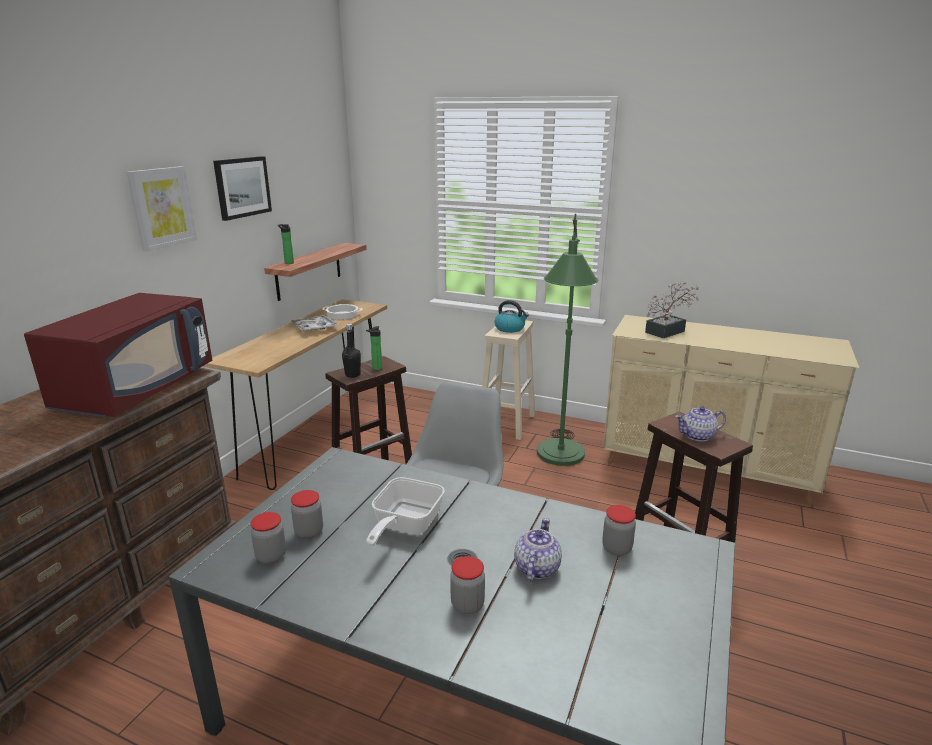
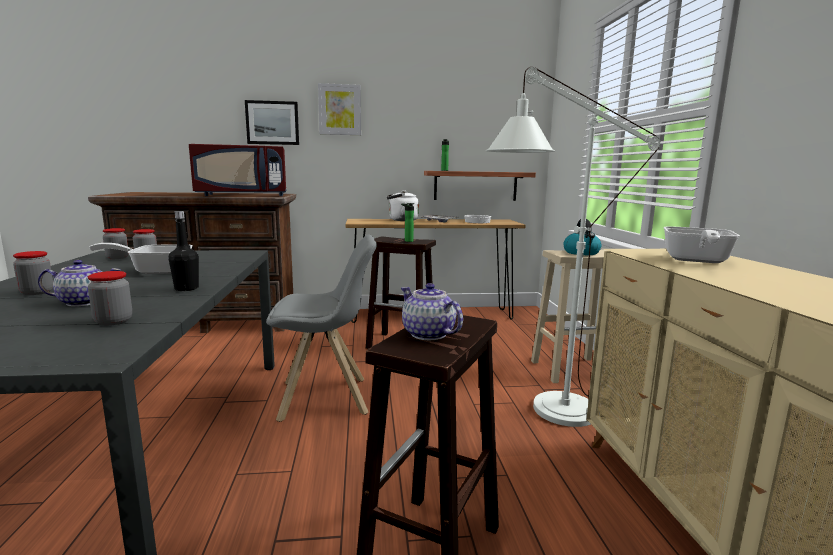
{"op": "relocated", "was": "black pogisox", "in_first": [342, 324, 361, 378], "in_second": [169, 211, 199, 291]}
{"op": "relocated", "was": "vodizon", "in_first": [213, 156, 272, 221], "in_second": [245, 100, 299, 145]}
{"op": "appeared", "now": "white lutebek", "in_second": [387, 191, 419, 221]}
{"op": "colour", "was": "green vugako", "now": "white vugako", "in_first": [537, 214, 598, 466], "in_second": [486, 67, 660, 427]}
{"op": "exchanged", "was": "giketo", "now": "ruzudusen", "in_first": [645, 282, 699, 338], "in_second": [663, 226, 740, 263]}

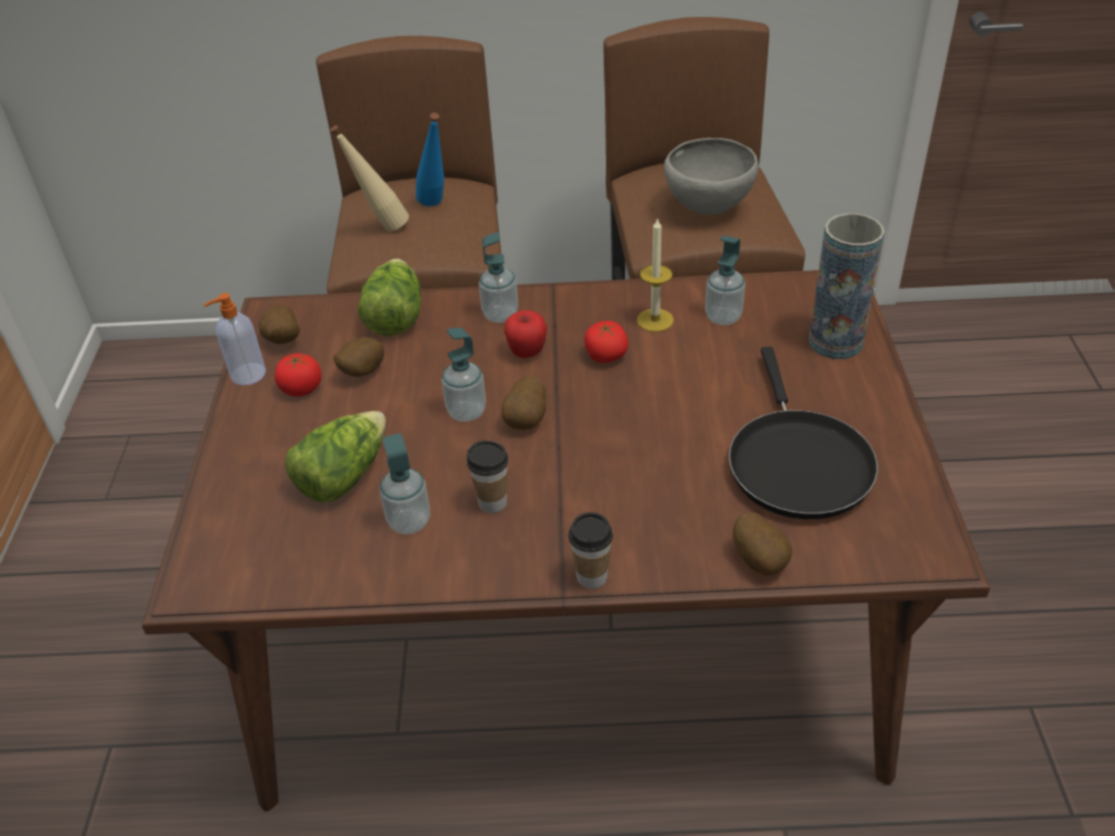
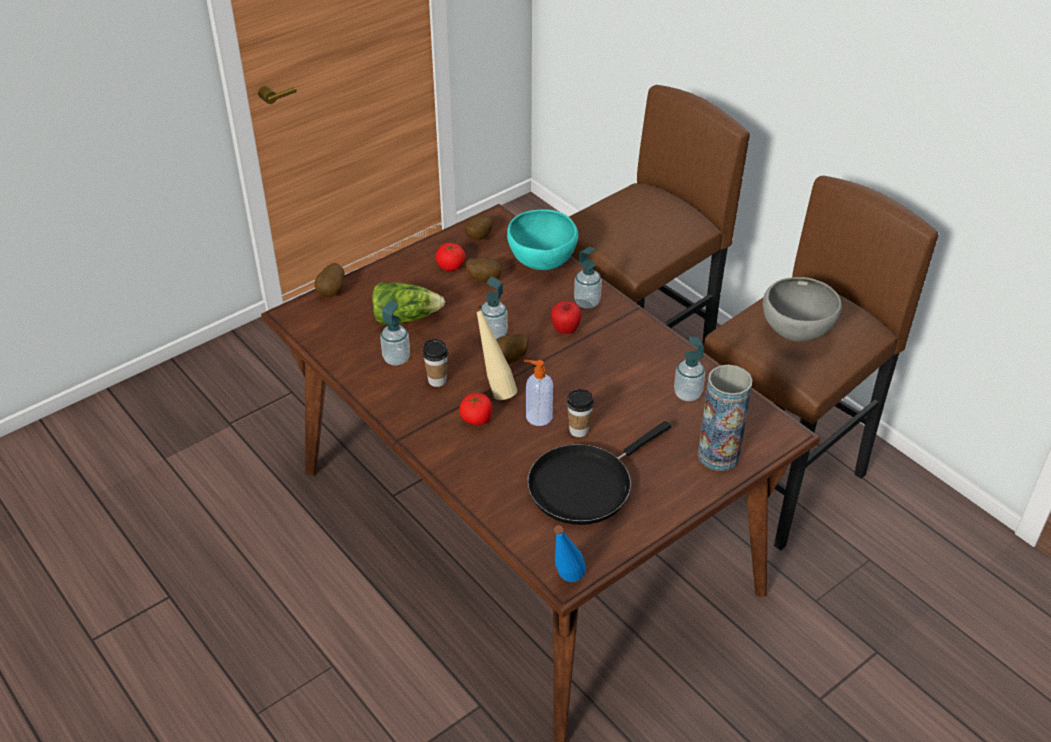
{"op": "relocated", "was": "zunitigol", "in_first": [733, 512, 792, 576], "in_second": [315, 263, 345, 297]}
{"op": "relocated", "was": "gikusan", "in_first": [584, 321, 628, 363], "in_second": [459, 393, 493, 425]}
{"op": "relocated", "was": "beige pogisox", "in_first": [330, 125, 409, 231], "in_second": [473, 303, 517, 400]}
{"op": "exchanged", "was": "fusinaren", "now": "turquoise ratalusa", "in_first": [358, 258, 421, 336], "in_second": [507, 209, 578, 270]}
{"op": "relocated", "was": "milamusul", "in_first": [204, 293, 266, 385], "in_second": [524, 360, 553, 426]}
{"op": "relocated", "was": "blue pogisox", "in_first": [416, 113, 444, 206], "in_second": [554, 525, 586, 582]}
{"op": "relocated", "was": "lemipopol", "in_first": [568, 512, 613, 589], "in_second": [566, 389, 594, 437]}
{"op": "missing", "was": "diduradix", "in_first": [637, 217, 674, 332]}

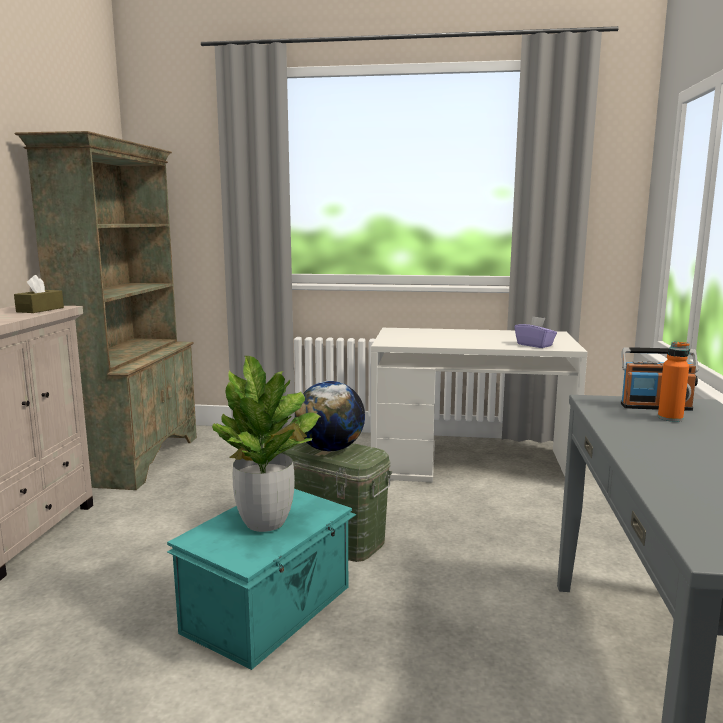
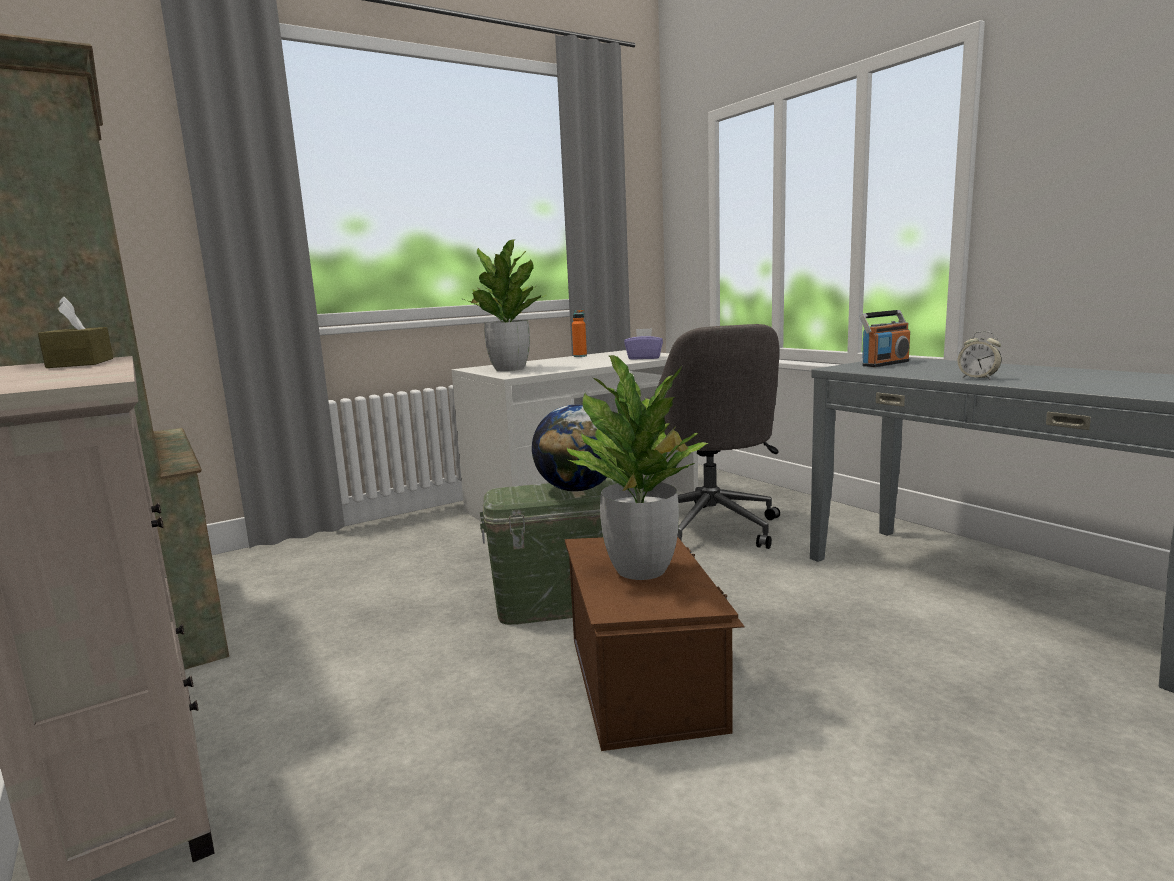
{"op": "appeared", "now": "giketo", "in_second": [463, 239, 546, 371]}
{"op": "colour", "was": "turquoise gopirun", "now": "brown gopirun", "in_first": [167, 489, 356, 670], "in_second": [565, 536, 745, 751]}
{"op": "relocated", "was": "orange pogisox", "in_first": [658, 342, 690, 422], "in_second": [572, 310, 587, 357]}
{"op": "appeared", "now": "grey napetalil", "in_second": [644, 324, 780, 549]}
{"op": "appeared", "now": "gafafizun", "in_second": [958, 331, 1001, 379]}

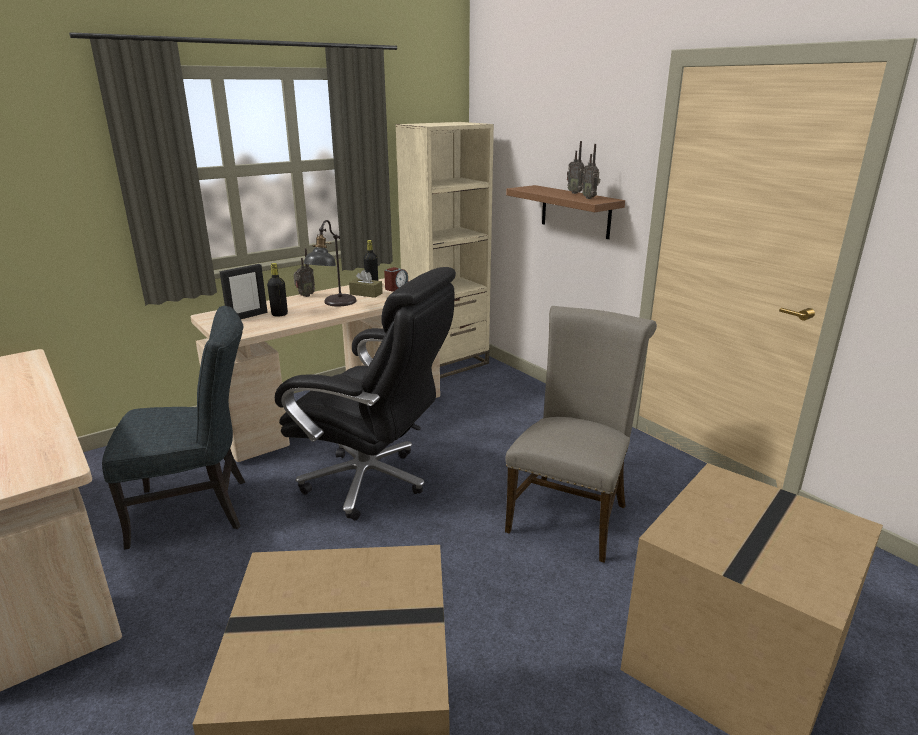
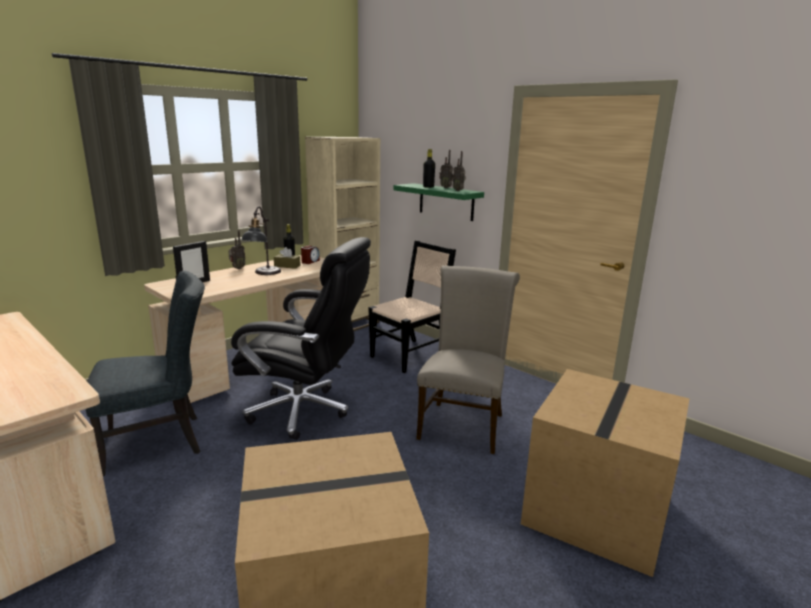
{"op": "appeared", "now": "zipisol", "in_second": [368, 240, 456, 373]}
{"op": "colour", "was": "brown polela", "now": "green polela", "in_first": [506, 185, 625, 239], "in_second": [393, 183, 484, 221]}
{"op": "relocated", "was": "black pogisox", "in_first": [267, 263, 288, 317], "in_second": [423, 149, 435, 188]}

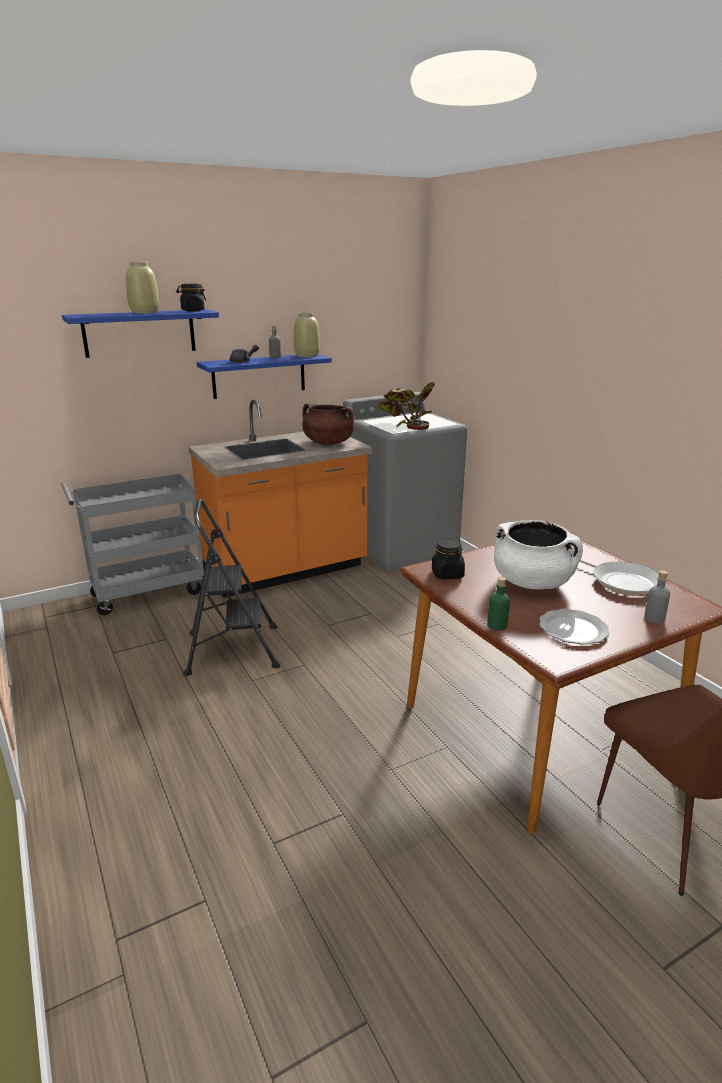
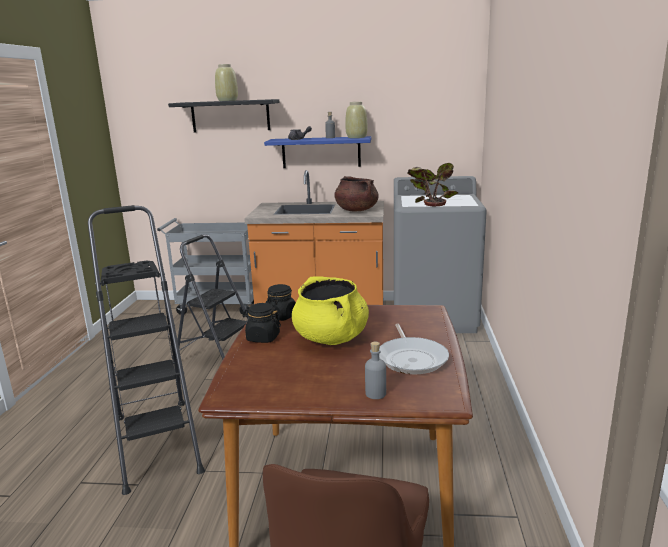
{"op": "appeared", "now": "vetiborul", "in_second": [88, 205, 205, 495]}
{"op": "colour", "was": "blue polela", "now": "black polela", "in_first": [62, 309, 219, 358], "in_second": [168, 99, 280, 132]}
{"op": "relocated", "was": "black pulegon", "in_first": [176, 284, 206, 311], "in_second": [242, 303, 281, 343]}
{"op": "colour", "was": "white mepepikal", "now": "yellow mepepikal", "in_first": [494, 520, 583, 589], "in_second": [292, 276, 369, 345]}
{"op": "missing", "was": "green pogisox", "in_first": [487, 577, 510, 630]}
{"op": "missing", "was": "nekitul", "in_first": [539, 609, 610, 645]}

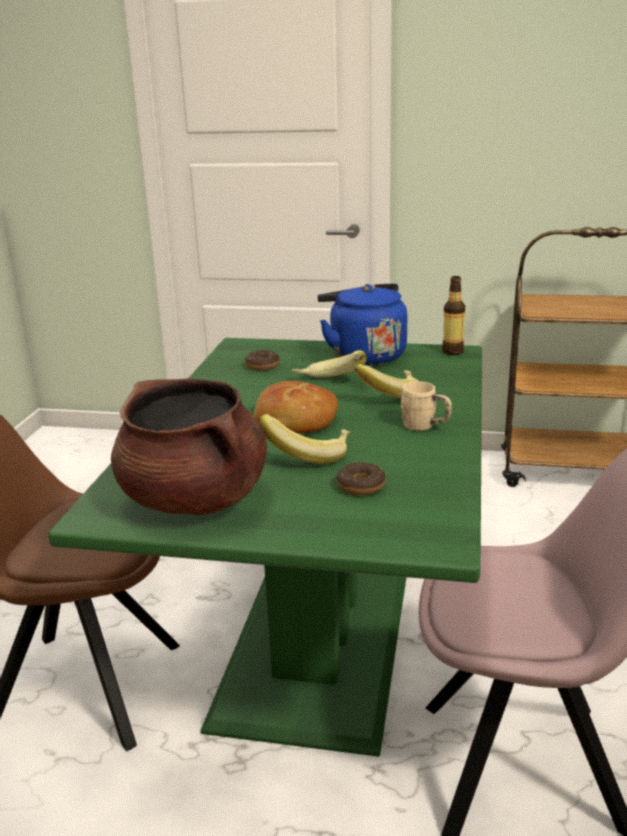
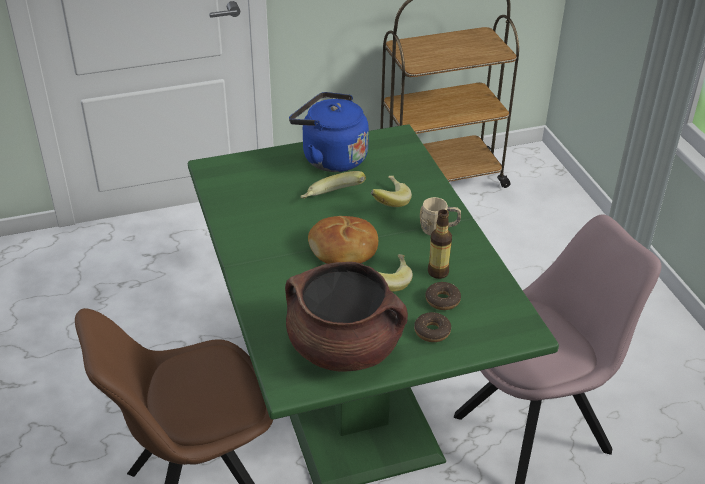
{"op": "relocated", "was": "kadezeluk", "in_first": [245, 350, 280, 370], "in_second": [414, 312, 451, 342]}
{"op": "relocated", "was": "pogisox", "in_first": [442, 276, 465, 355], "in_second": [428, 209, 452, 279]}

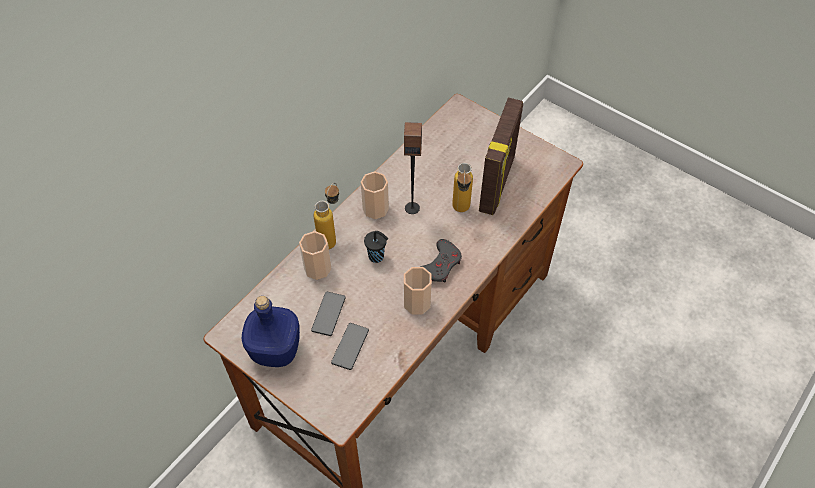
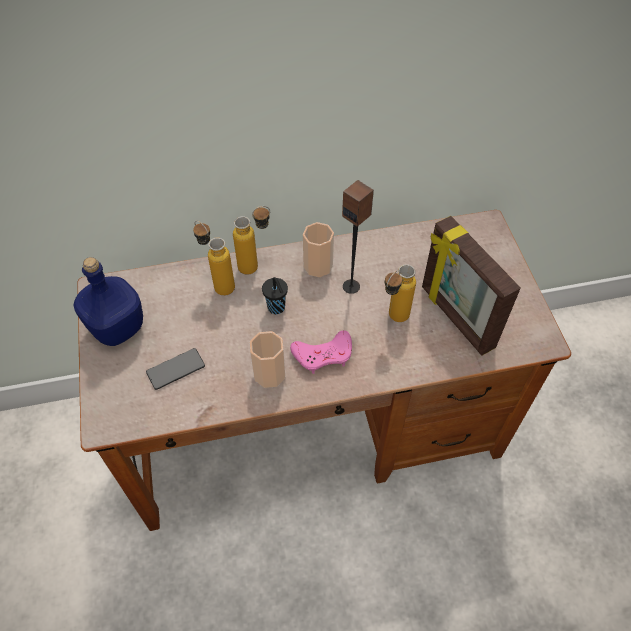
{"op": "exchanged", "was": "lemipopol", "now": "pogisox", "in_first": [299, 231, 332, 280], "in_second": [193, 221, 235, 296]}
{"op": "colour", "was": "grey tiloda", "now": "pink tiloda", "in_first": [420, 239, 462, 283], "in_second": [290, 330, 352, 374]}
{"op": "spun", "was": "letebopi", "in_first": [479, 98, 523, 215], "in_second": [422, 216, 521, 356], "clockwise": 90}
{"op": "missing", "was": "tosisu", "in_first": [311, 292, 346, 336]}

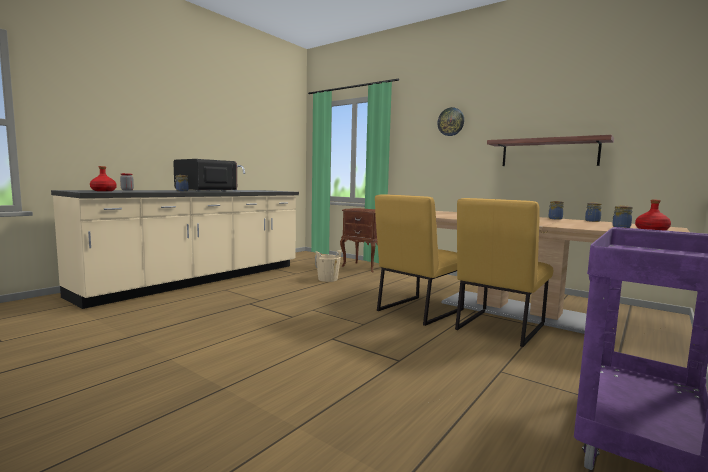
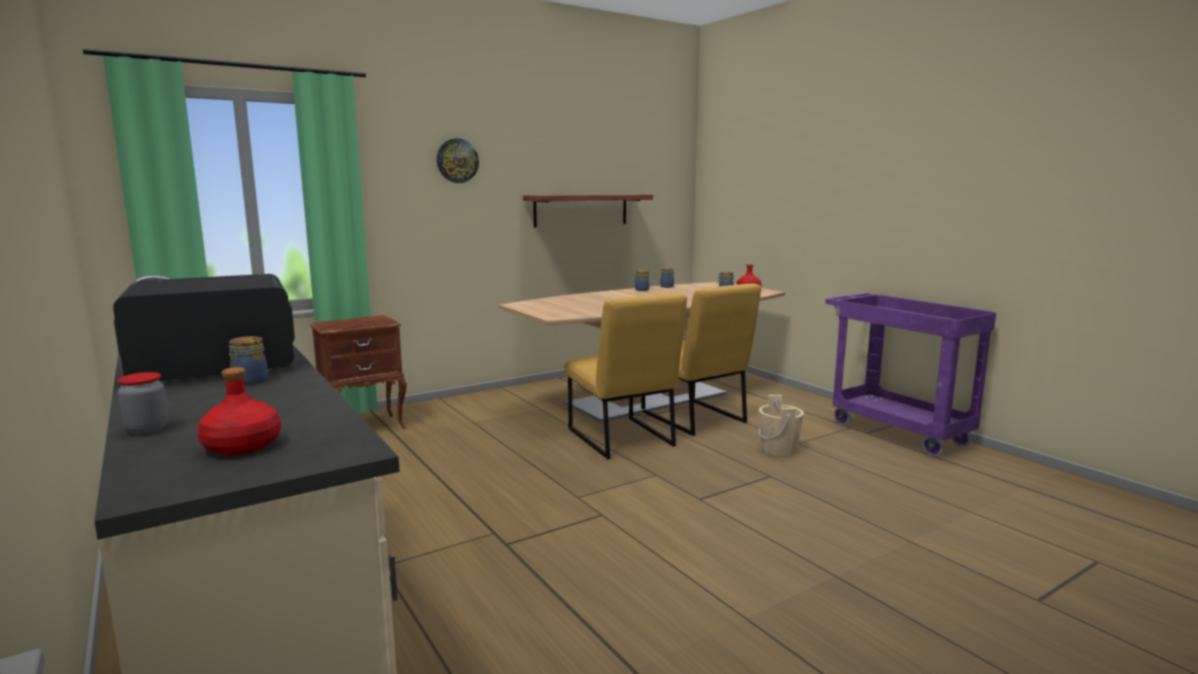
{"op": "relocated", "was": "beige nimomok", "in_first": [315, 250, 341, 282], "in_second": [758, 395, 804, 456]}

